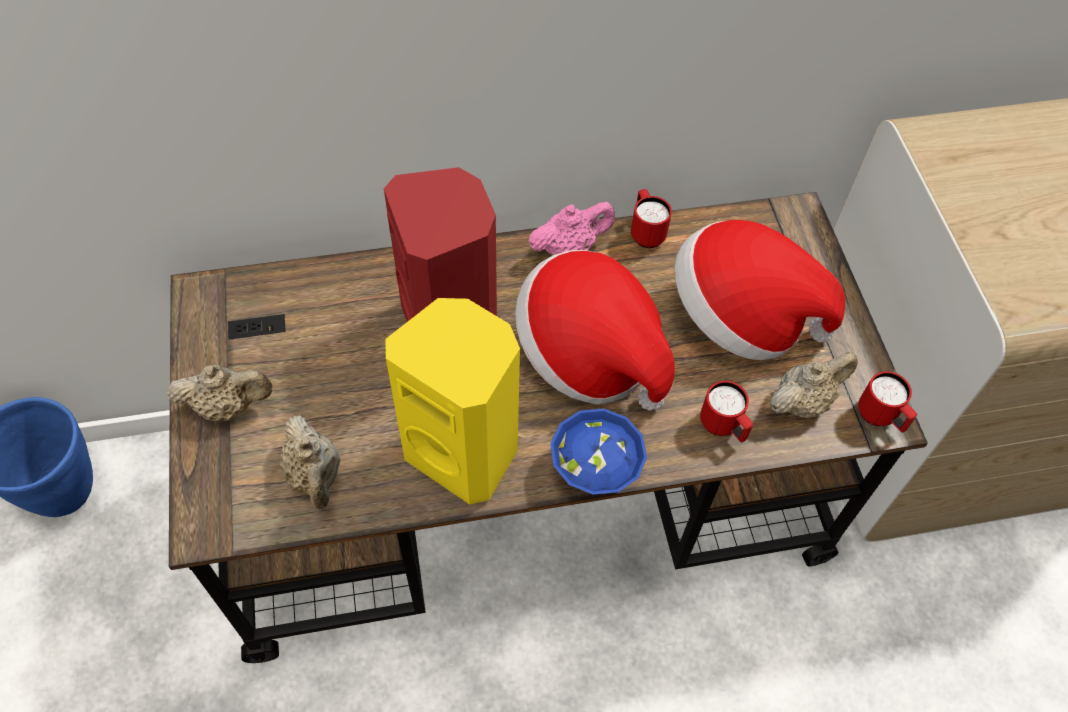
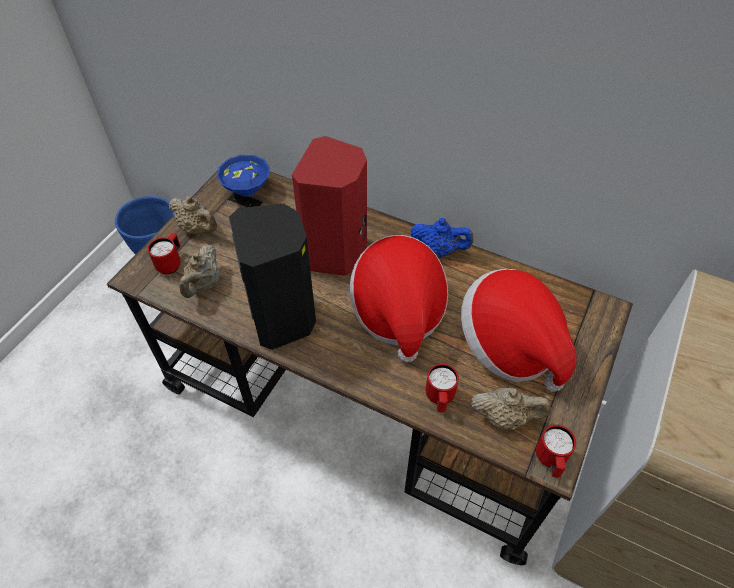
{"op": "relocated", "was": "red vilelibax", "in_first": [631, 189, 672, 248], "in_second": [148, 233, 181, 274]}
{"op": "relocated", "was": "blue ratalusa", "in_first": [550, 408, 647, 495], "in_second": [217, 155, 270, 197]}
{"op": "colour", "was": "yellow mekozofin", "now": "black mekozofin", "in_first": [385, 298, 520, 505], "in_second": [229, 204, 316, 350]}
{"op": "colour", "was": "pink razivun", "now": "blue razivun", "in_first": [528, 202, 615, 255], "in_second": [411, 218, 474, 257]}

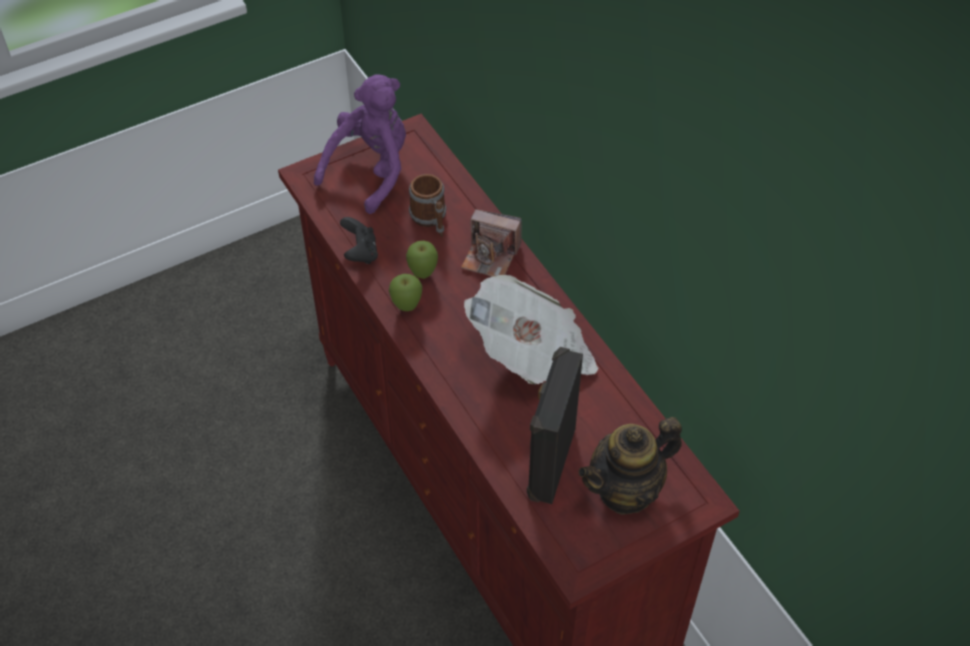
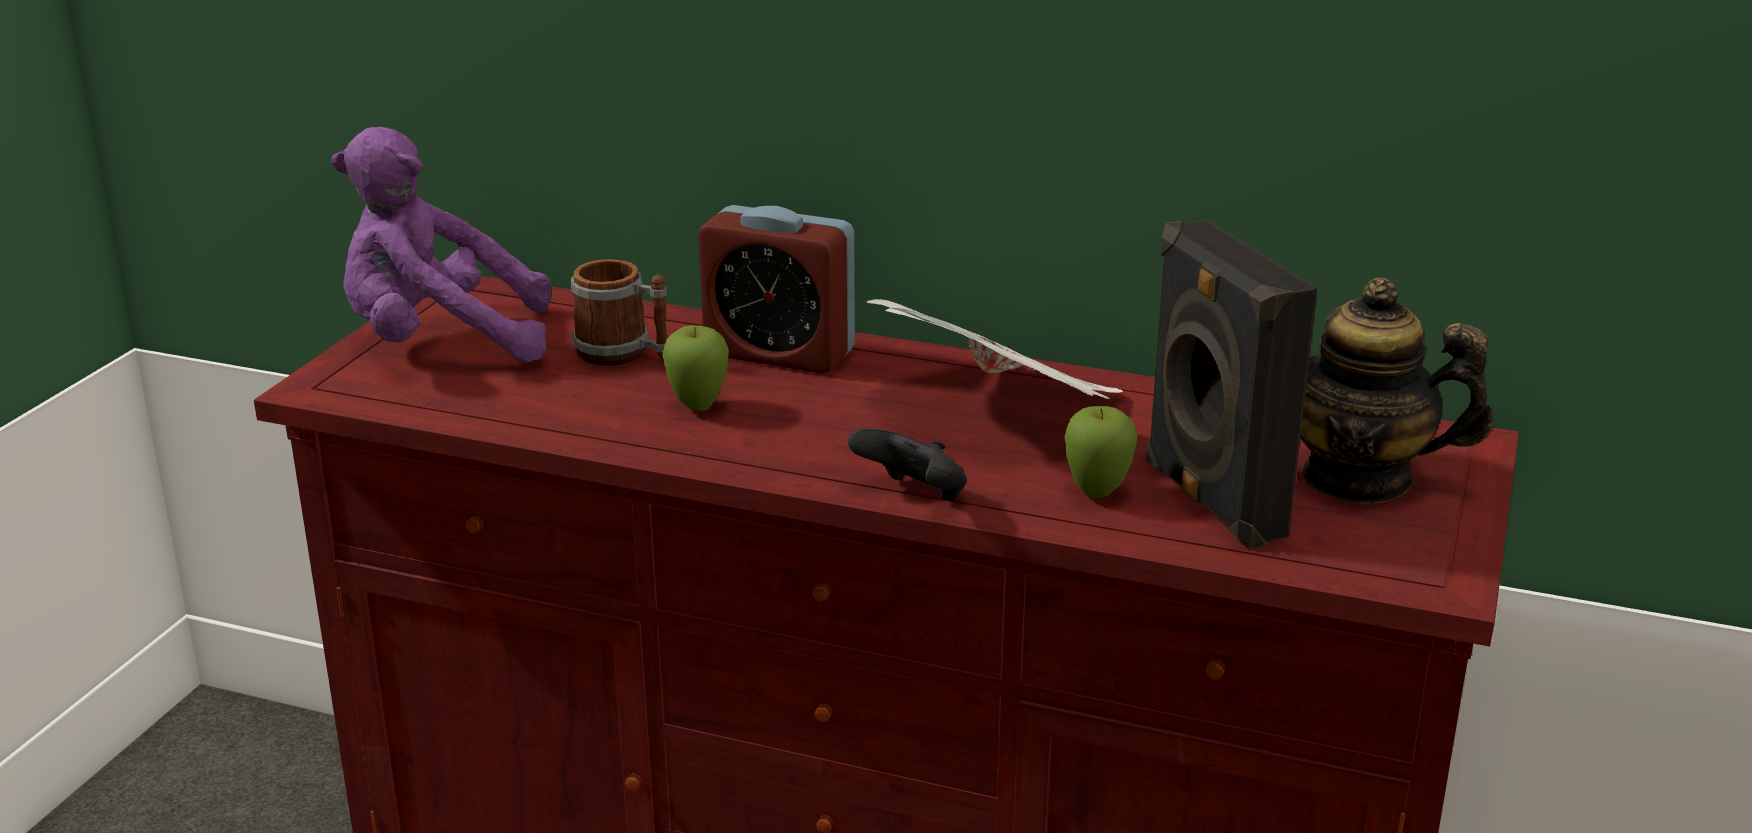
{"op": "spun", "was": "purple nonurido", "in_first": [314, 75, 406, 214], "in_second": [331, 127, 551, 363], "clockwise": -90}
{"op": "exchanged", "was": "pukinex", "now": "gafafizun", "in_first": [461, 209, 522, 277], "in_second": [699, 205, 855, 373]}
{"op": "relocated", "was": "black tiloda", "in_first": [340, 217, 378, 264], "in_second": [848, 428, 967, 501]}
{"op": "relocated", "was": "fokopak", "in_first": [389, 274, 422, 311], "in_second": [1065, 406, 1137, 498]}
{"op": "spun", "was": "razivun", "in_first": [578, 417, 682, 515], "in_second": [1300, 277, 1493, 504], "clockwise": 90}

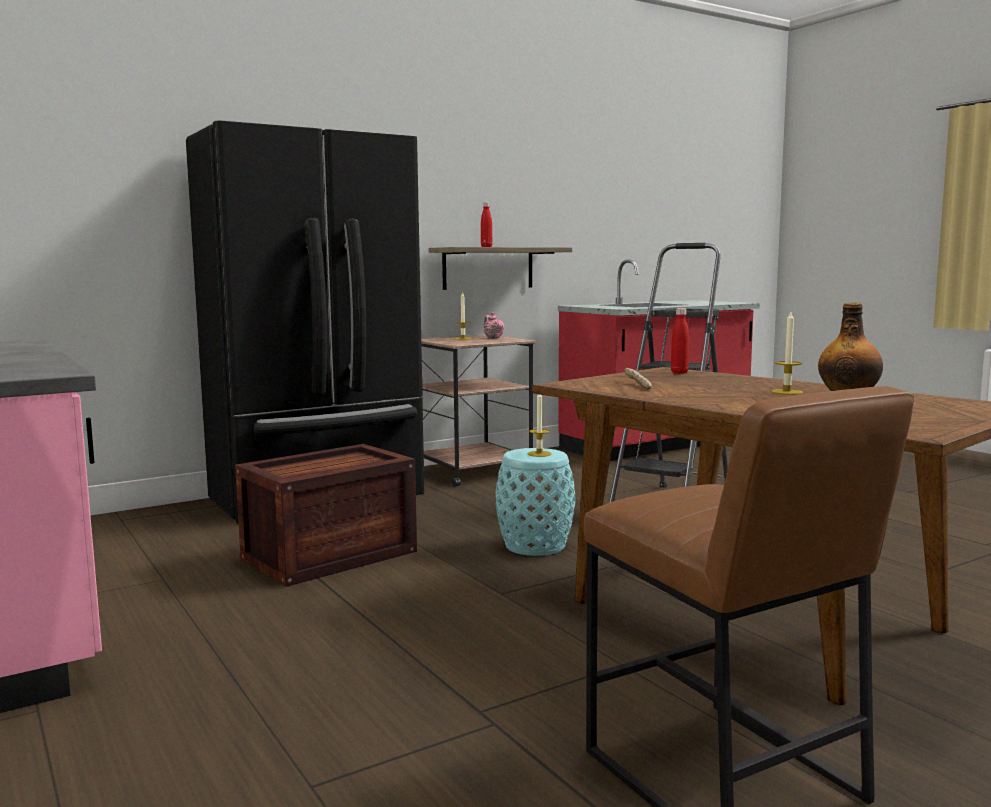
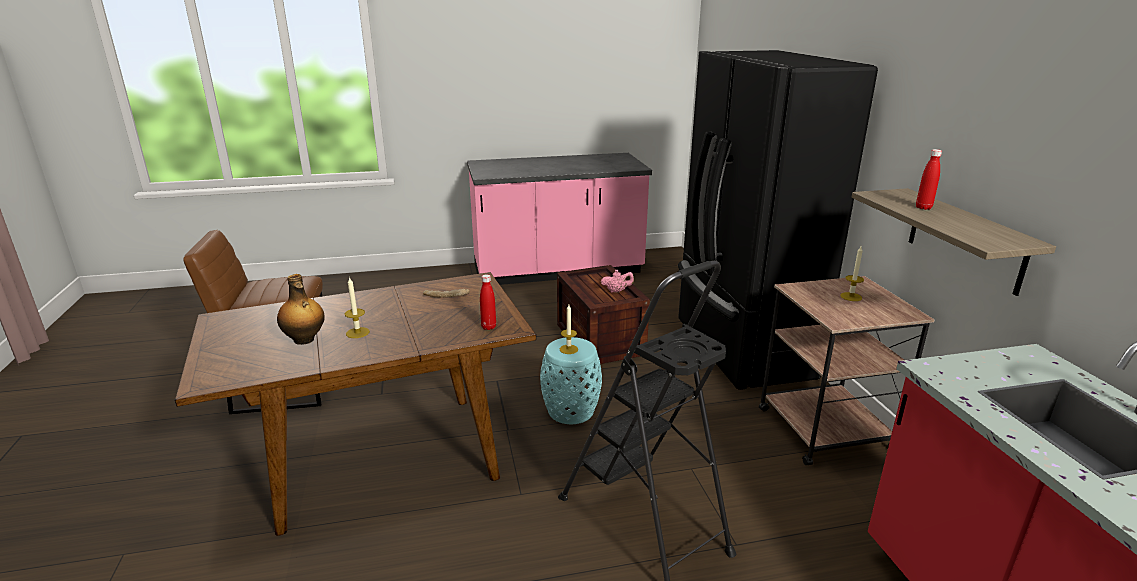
{"op": "relocated", "was": "pink razivun", "in_first": [483, 312, 504, 339], "in_second": [601, 270, 634, 293]}

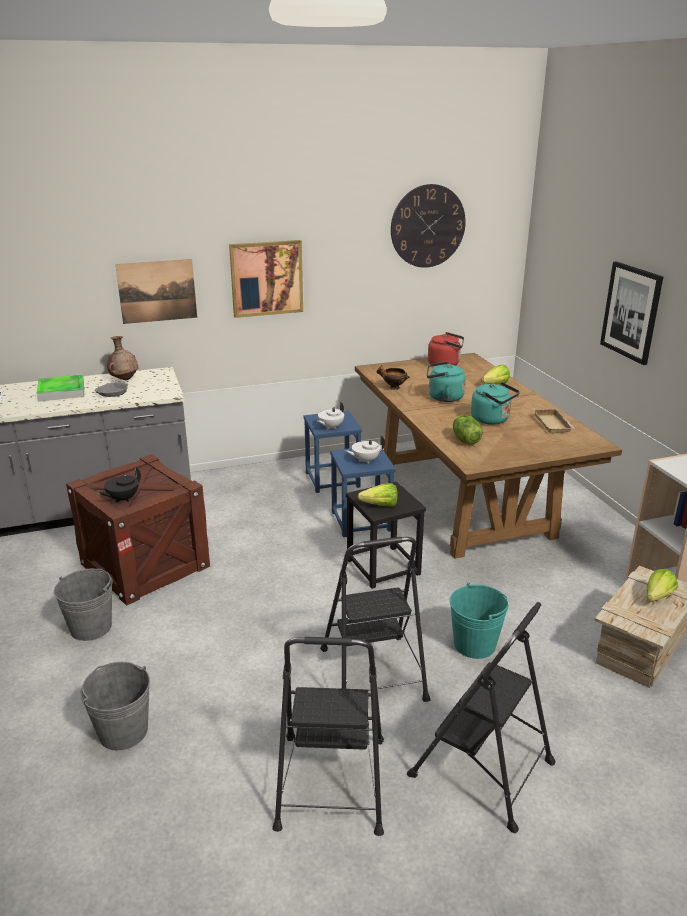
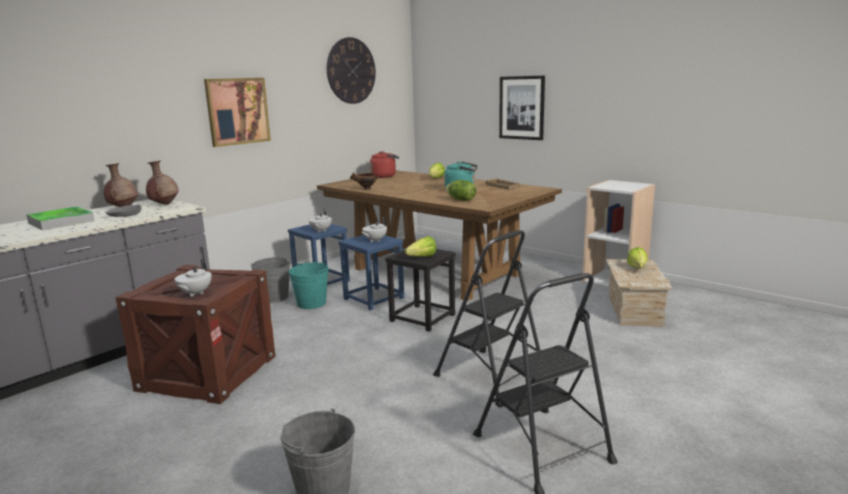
{"op": "appeared", "now": "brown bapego", "in_second": [146, 160, 179, 204]}
{"op": "colour", "was": "black razivun", "now": "white razivun", "in_first": [99, 467, 141, 502], "in_second": [175, 259, 212, 297]}
{"op": "relocated", "was": "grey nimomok", "in_first": [54, 569, 113, 641], "in_second": [251, 257, 291, 302]}
{"op": "relocated", "was": "turquoise nimomok", "in_first": [450, 583, 508, 659], "in_second": [289, 262, 329, 309]}
{"op": "missing", "was": "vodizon", "in_first": [115, 259, 197, 324]}
{"op": "missing", "was": "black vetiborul", "in_first": [407, 602, 556, 833]}
{"op": "missing", "was": "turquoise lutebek", "in_first": [427, 361, 466, 402]}

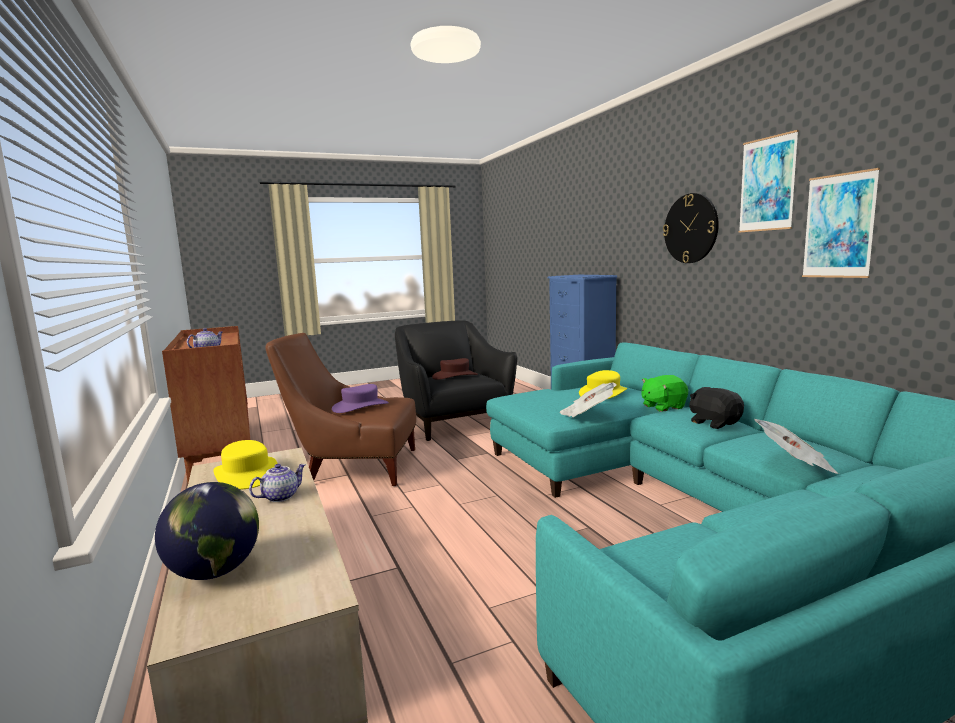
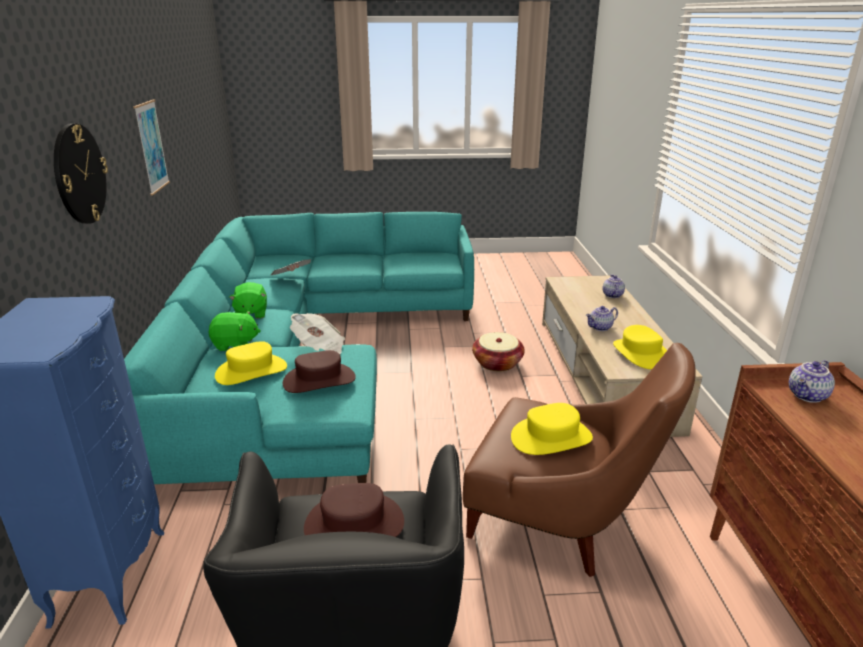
{"op": "colour", "was": "black nonurido", "now": "green nonurido", "in_first": [689, 387, 744, 429], "in_second": [229, 282, 267, 319]}
{"op": "appeared", "now": "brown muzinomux", "in_second": [283, 350, 356, 393]}
{"op": "appeared", "now": "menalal", "in_second": [472, 332, 525, 372]}
{"op": "colour", "was": "purple muzinomux", "now": "yellow muzinomux", "in_first": [332, 384, 389, 413], "in_second": [511, 403, 593, 455]}
{"op": "exchanged", "was": "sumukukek", "now": "razivun", "in_first": [155, 482, 259, 580], "in_second": [603, 275, 625, 298]}
{"op": "missing", "was": "vodizon", "in_first": [739, 130, 799, 233]}

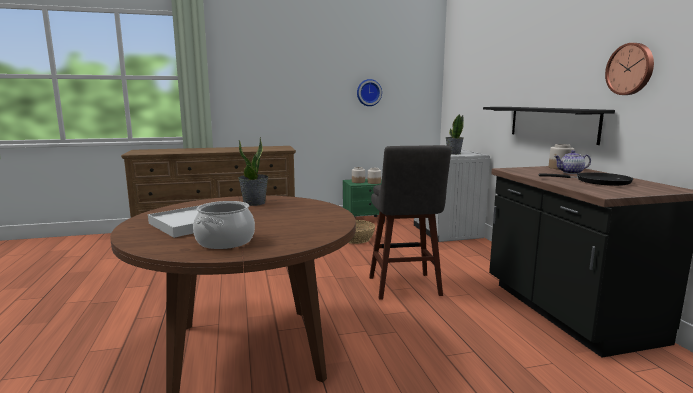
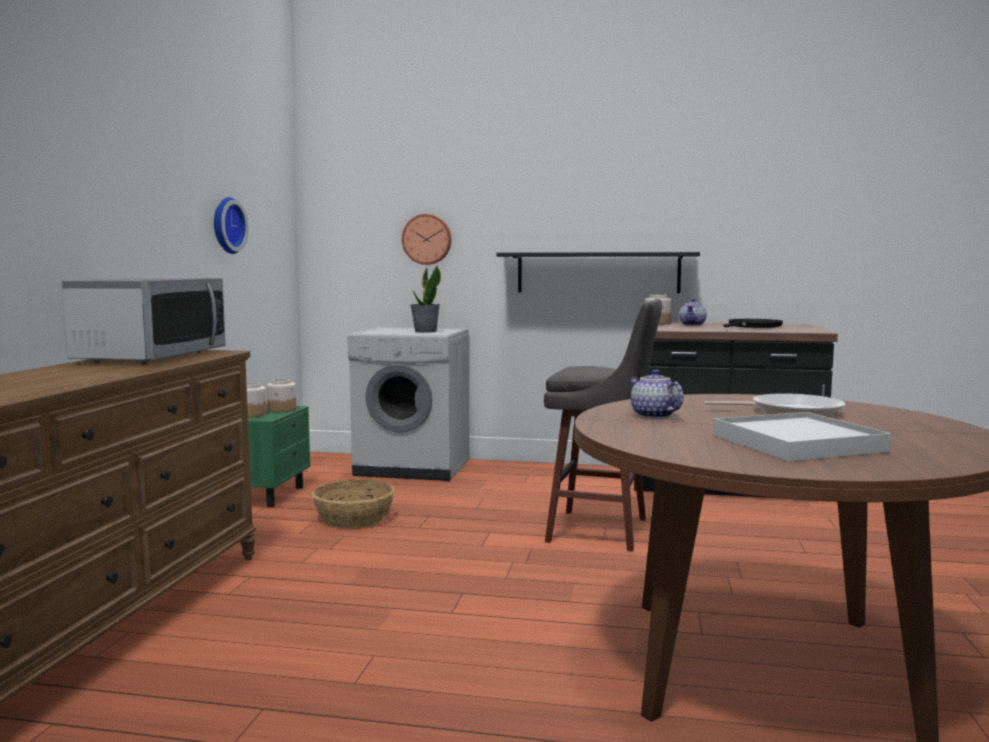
{"op": "appeared", "now": "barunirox", "in_second": [62, 278, 226, 364]}
{"op": "relocated", "was": "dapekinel", "in_first": [605, 43, 654, 95], "in_second": [402, 214, 452, 265]}
{"op": "exchanged", "was": "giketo", "now": "razivun", "in_first": [238, 137, 268, 206], "in_second": [629, 369, 683, 419]}
{"op": "appeared", "now": "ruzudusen", "in_second": [705, 393, 846, 417]}
{"op": "missing", "was": "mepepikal", "in_first": [193, 201, 255, 249]}

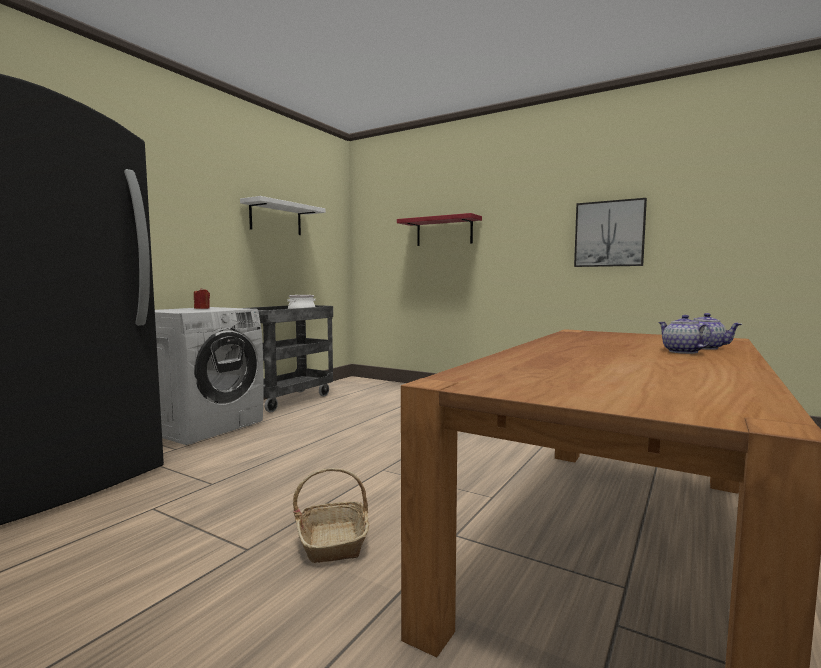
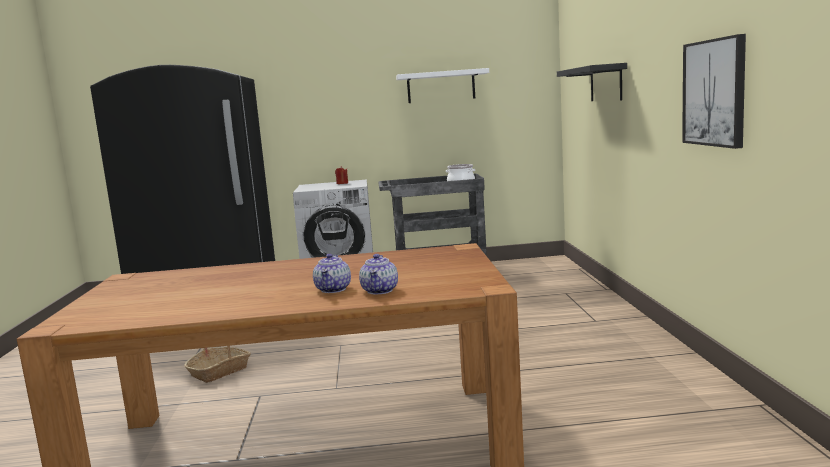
{"op": "spun", "was": "razivun", "in_first": [658, 315, 715, 354], "in_second": [313, 254, 351, 293], "clockwise": 150}
{"op": "colour", "was": "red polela", "now": "black polela", "in_first": [397, 213, 482, 246], "in_second": [557, 63, 627, 101]}

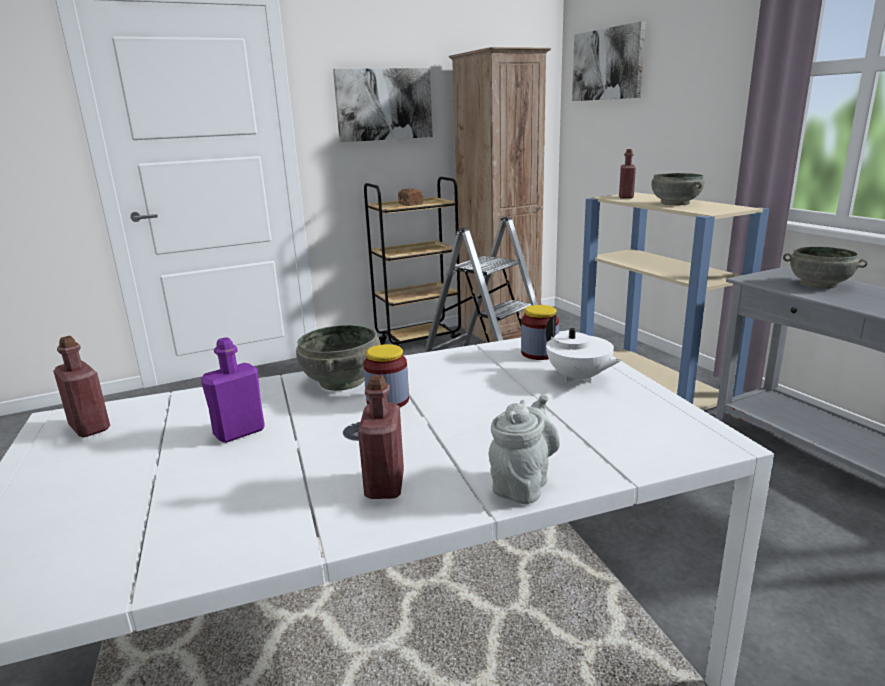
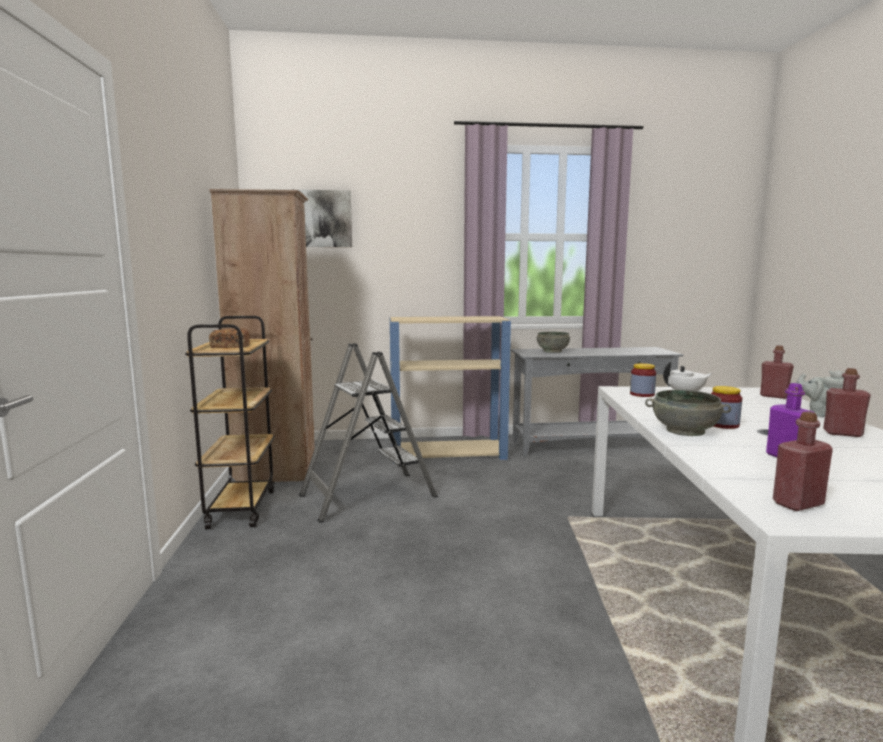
{"op": "relocated", "was": "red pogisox", "in_first": [619, 149, 636, 199], "in_second": [760, 345, 794, 399]}
{"op": "missing", "was": "vodizon", "in_first": [333, 68, 433, 142]}
{"op": "missing", "was": "grey ratalusa", "in_first": [651, 173, 704, 205]}

